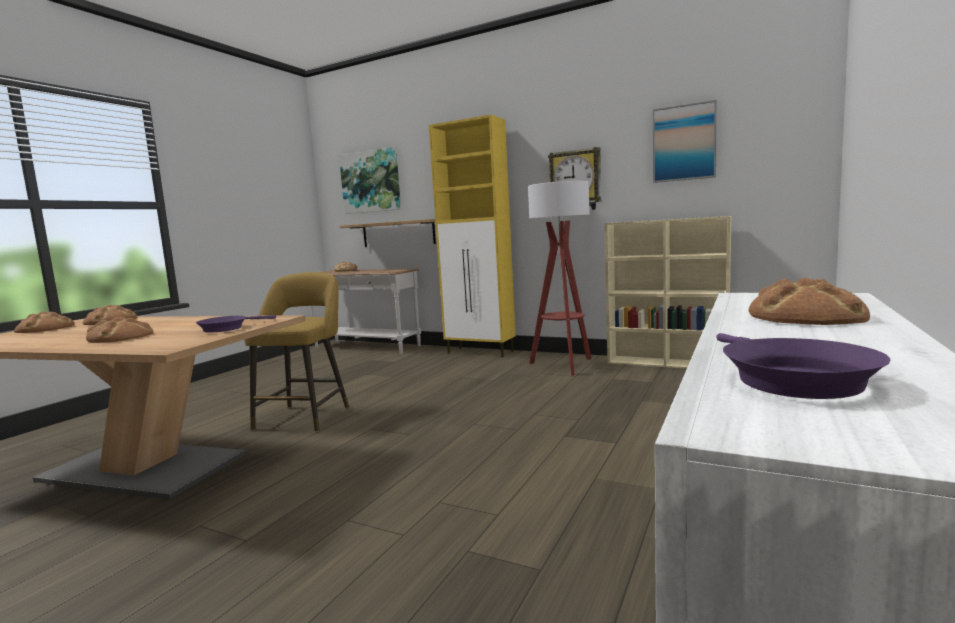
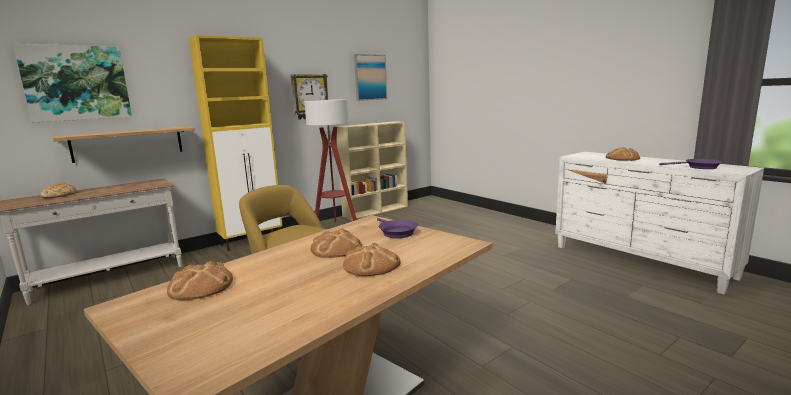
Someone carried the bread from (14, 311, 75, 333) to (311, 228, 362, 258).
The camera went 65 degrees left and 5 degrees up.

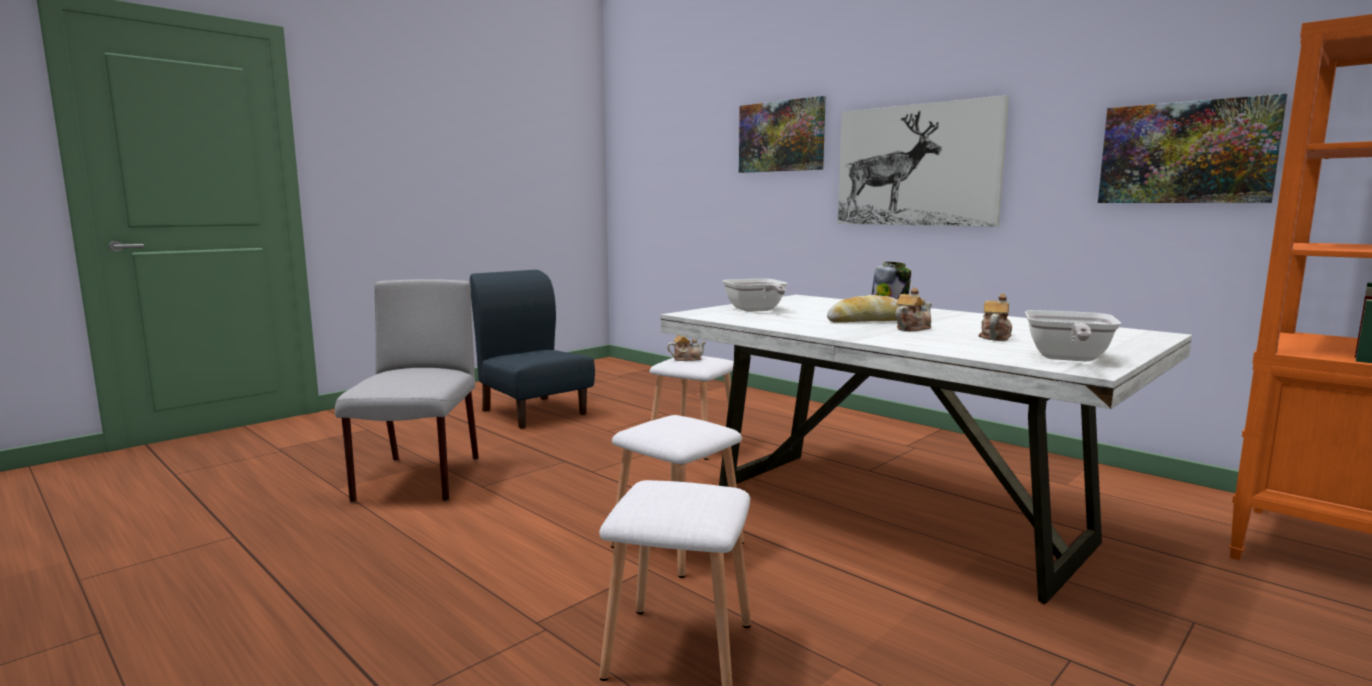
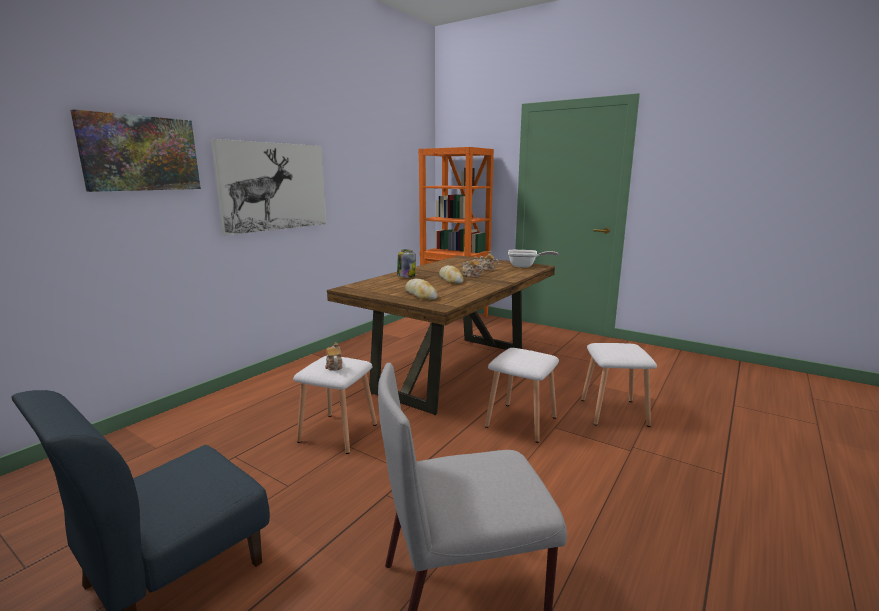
Someone repainted the white dining table at (660, 295, 1192, 604), which became the brownish dining table at (327, 255, 555, 415).
Someone swapped the pan at (722, 279, 787, 312) for the bread at (405, 278, 438, 301).
Someone took away the picture at (1098, 93, 1287, 203).
The camera went 100 degrees left and 5 degrees up.

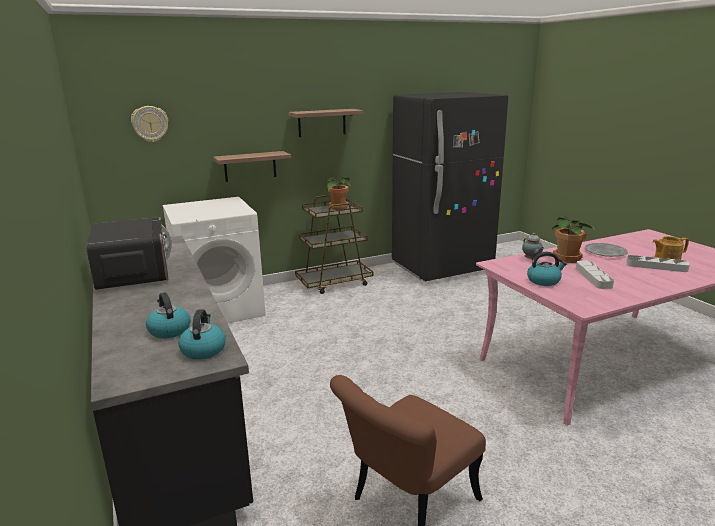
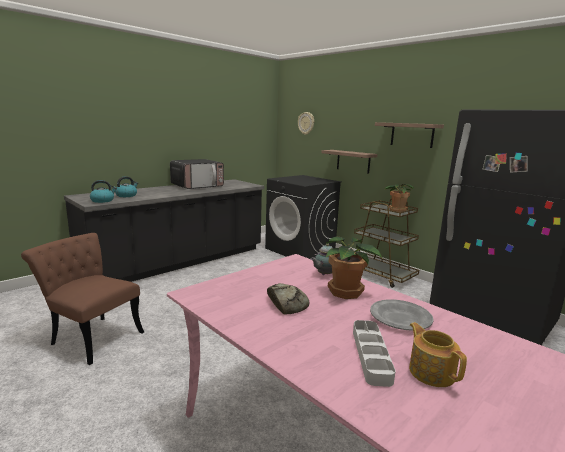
Someone repainted the white laundry machine at (163, 197, 266, 323), which became the black laundry machine at (265, 175, 342, 259).
Someone took away the kettle at (527, 252, 567, 286).
Someone swapped the gray carrying tray at (576, 261, 614, 289) for the bread at (267, 283, 310, 315).
The camera went 70 degrees right and 5 degrees down.

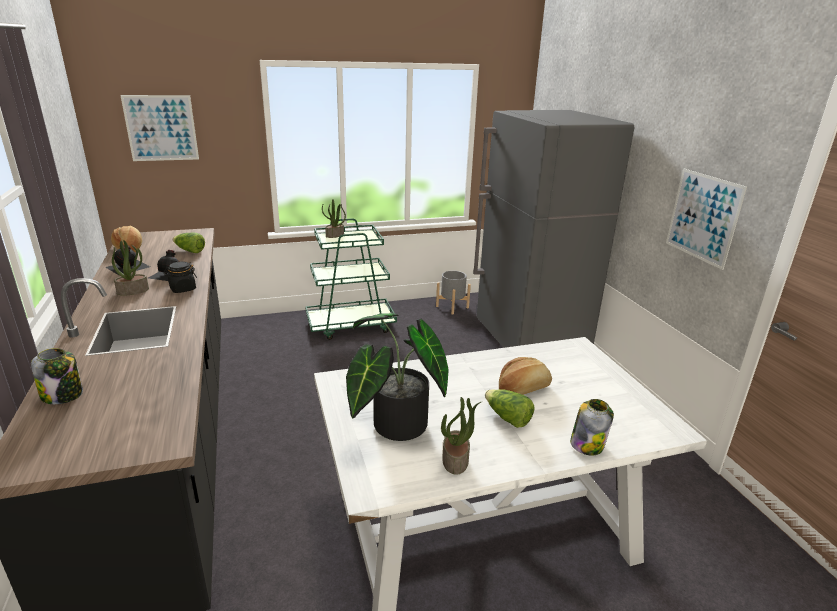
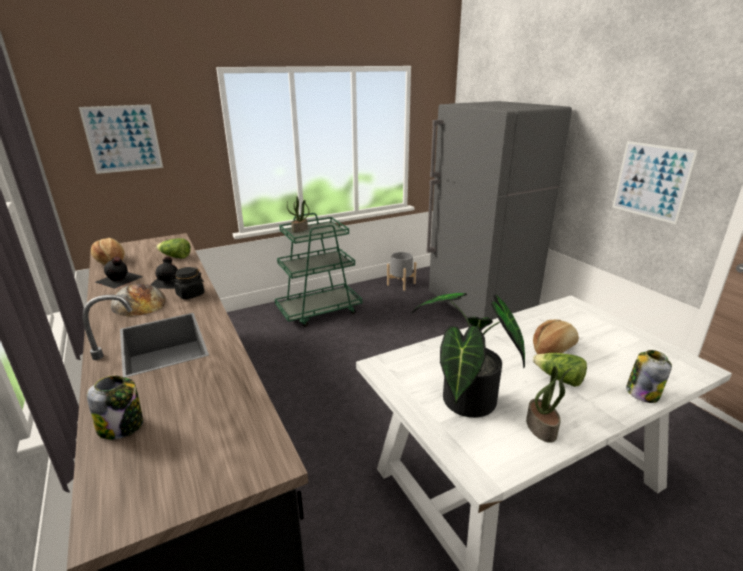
Someone swapped the plant in a pot at (112, 240, 149, 295) for the bread at (111, 283, 166, 316).
The camera went 10 degrees left and 0 degrees up.

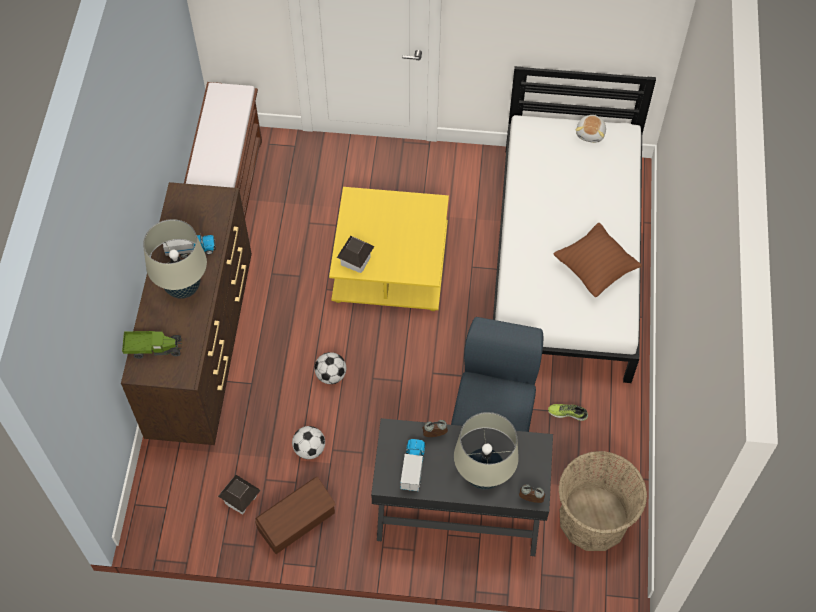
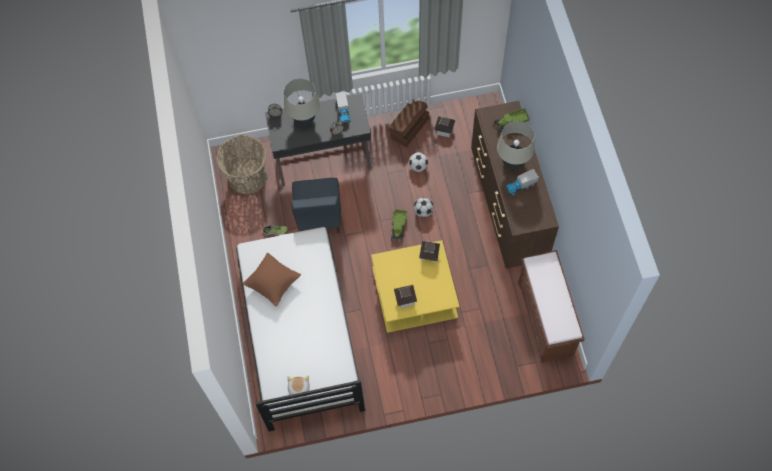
Someone put down the model truck at (391, 209, 407, 242).
Someone put down the miniature house at (394, 285, 417, 308).
The camera went 165 degrees right and 5 degrees up.

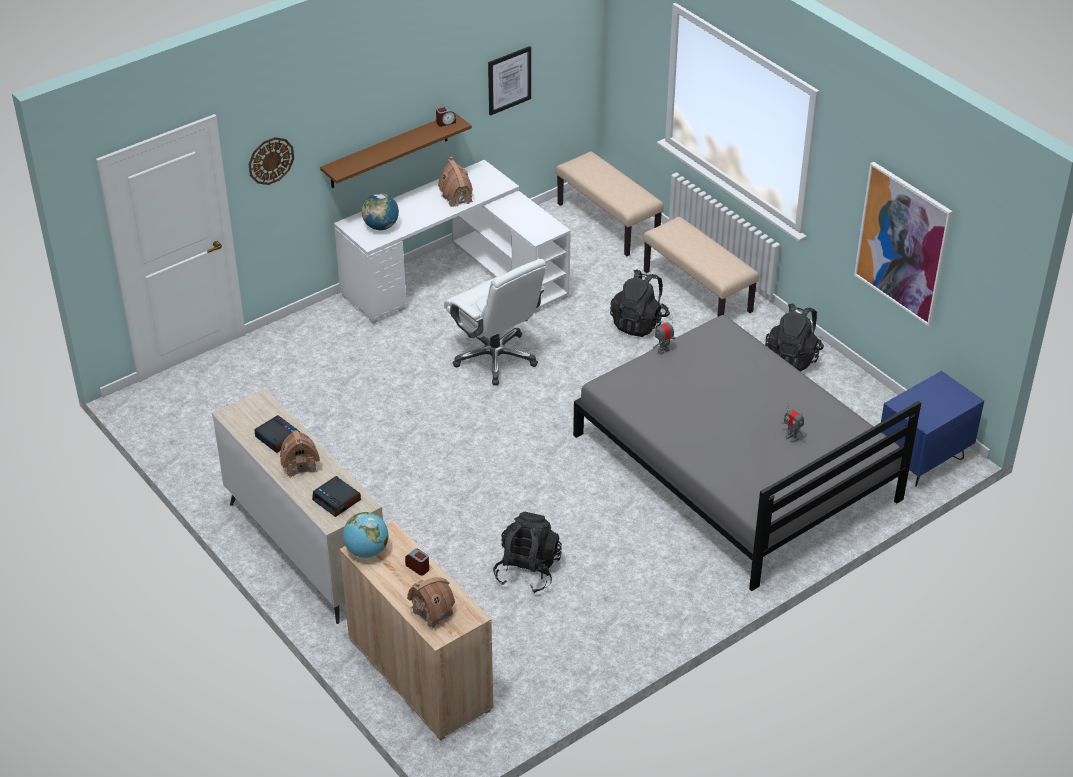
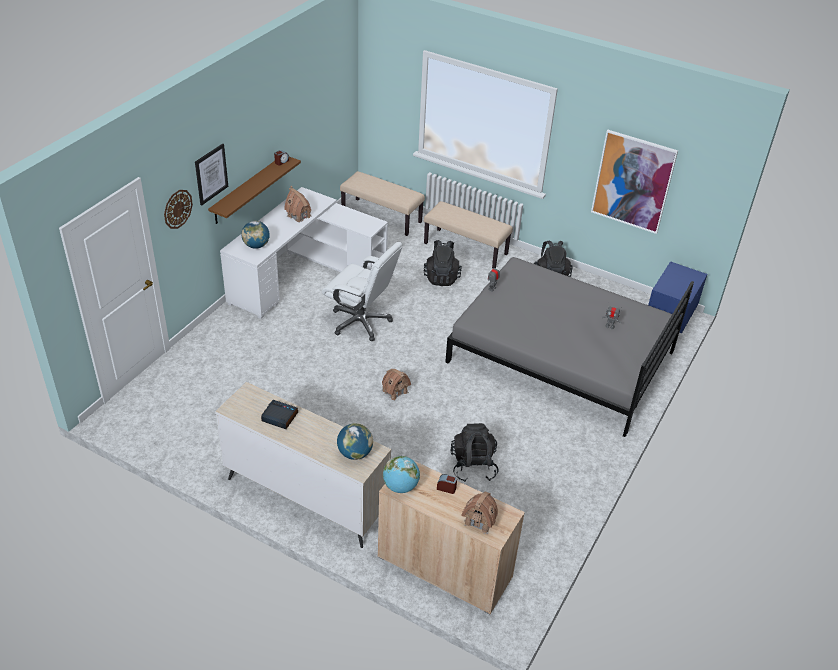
Someone carried the miniature house from (280, 430, 320, 478) to (382, 369, 411, 401).
Someone swapped the table clock at (312, 476, 361, 517) for the world globe at (337, 423, 373, 460).
Someone carried the picture from (488, 46, 531, 116) to (195, 143, 228, 205).
The camera went 25 degrees left and 0 degrees up.

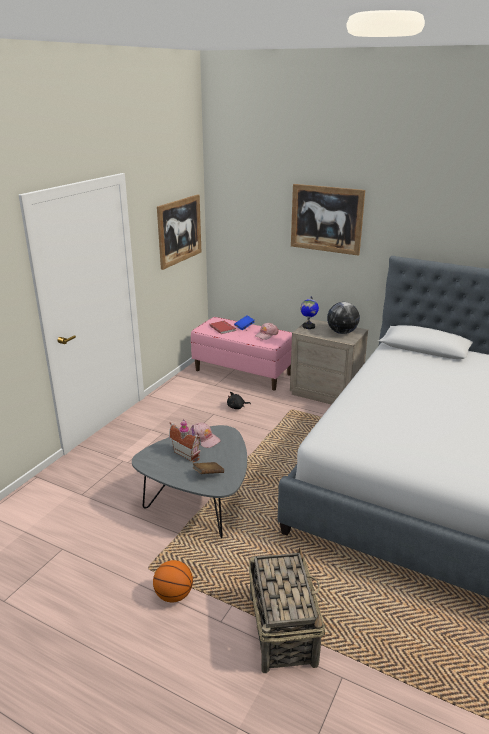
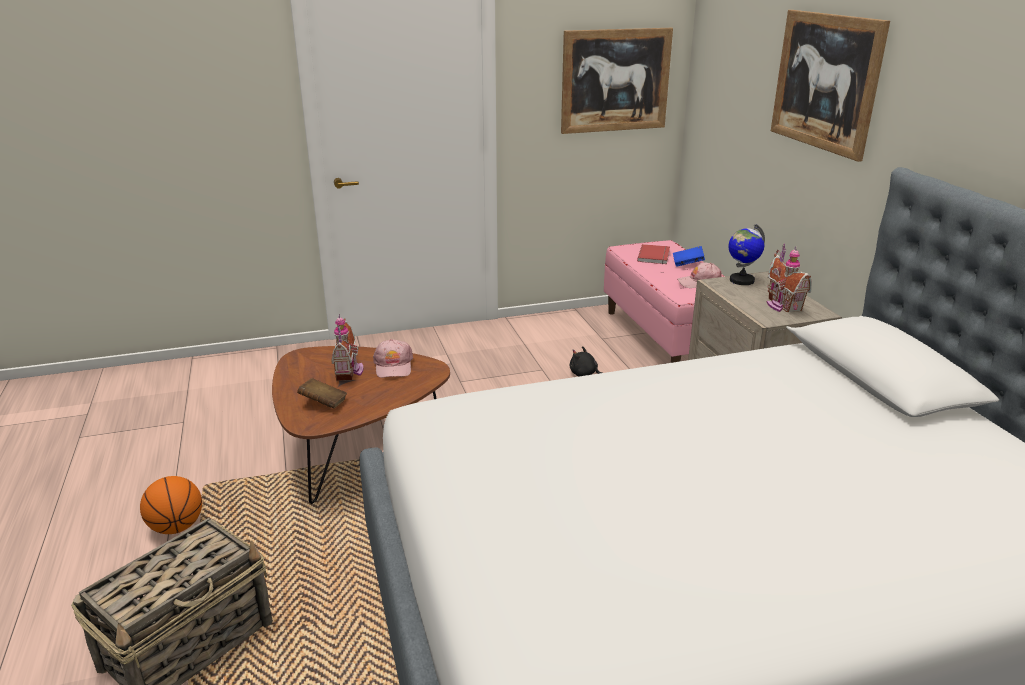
Someone repainted the gray lounge table at (132, 425, 247, 538), which became the brownish lounge table at (272, 346, 450, 504).
Someone swapped the world globe at (327, 302, 360, 334) for the miniature house at (766, 243, 812, 312).
The camera went 45 degrees right and 0 degrees up.

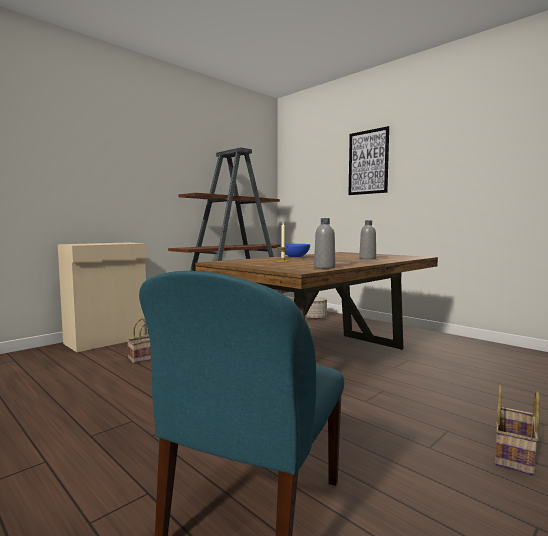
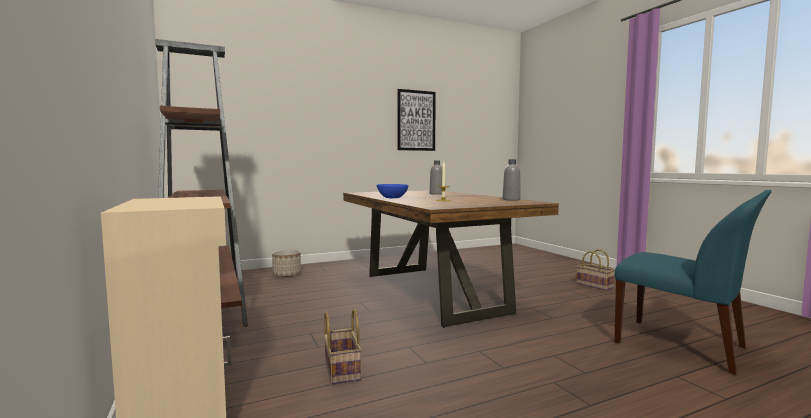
Someone carried the picture from (348, 126, 389, 195) to (397, 89, 436, 151).
The camera went 70 degrees left and 0 degrees up.

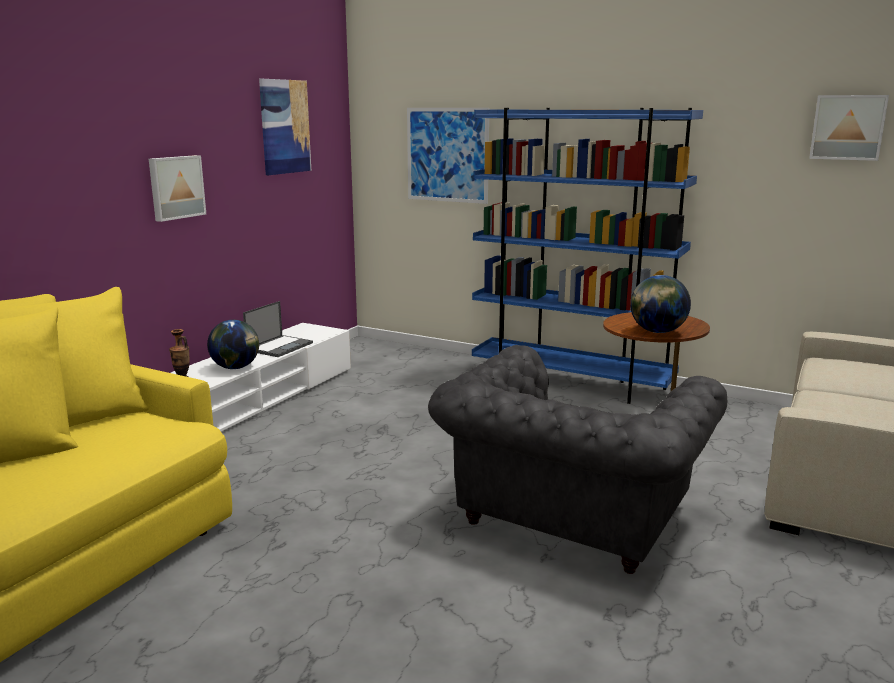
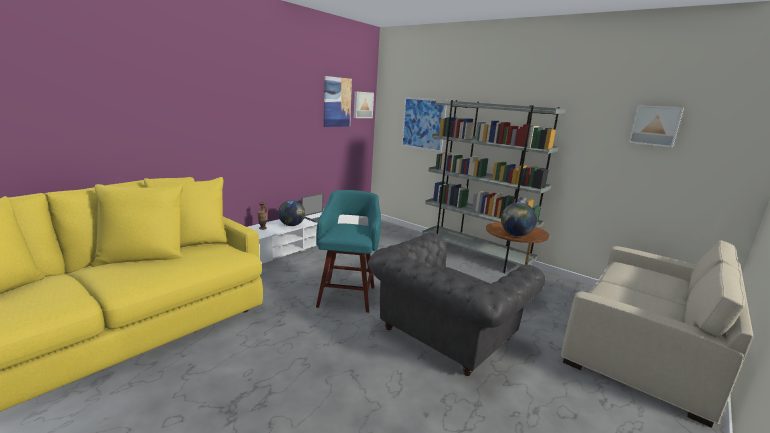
Someone carried the picture from (149, 155, 206, 222) to (354, 91, 374, 118).
Someone repainted the blue bookshelf at (472, 108, 703, 404), which became the gray bookshelf at (422, 100, 566, 273).
Someone put down the turquoise-coloured stool at (316, 190, 381, 313).
The camera went 10 degrees right and 0 degrees up.

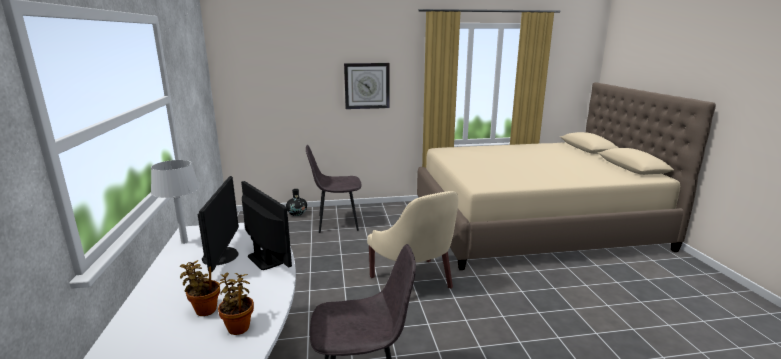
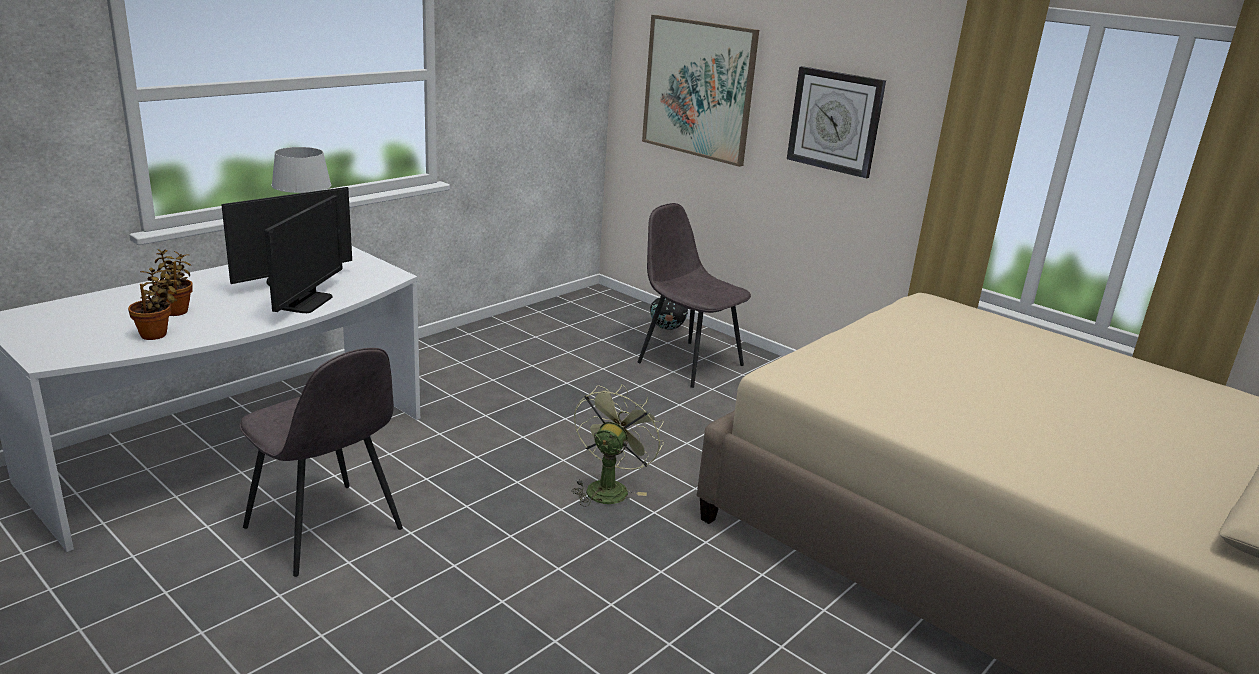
Someone swapped the sand-coloured lounge chair at (367, 191, 459, 289) for the greenish fan at (572, 384, 664, 507).
Someone put up the picture at (642, 15, 759, 167).
The camera went 50 degrees right and 5 degrees up.

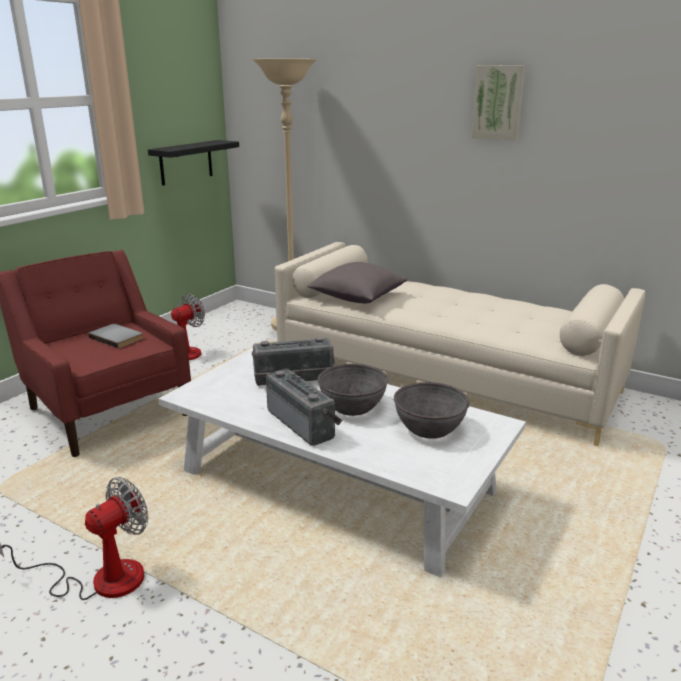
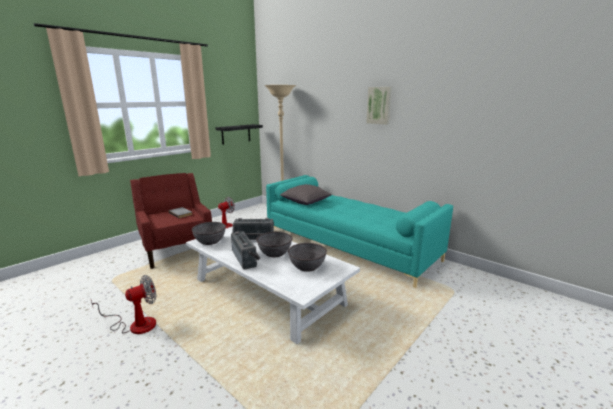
Someone repainted the sand-coloured couch at (275, 242, 645, 446), which became the turquoise-coloured couch at (266, 175, 453, 288).
Someone put down the gray bowl at (192, 222, 226, 245).
The camera went 10 degrees right and 5 degrees down.

